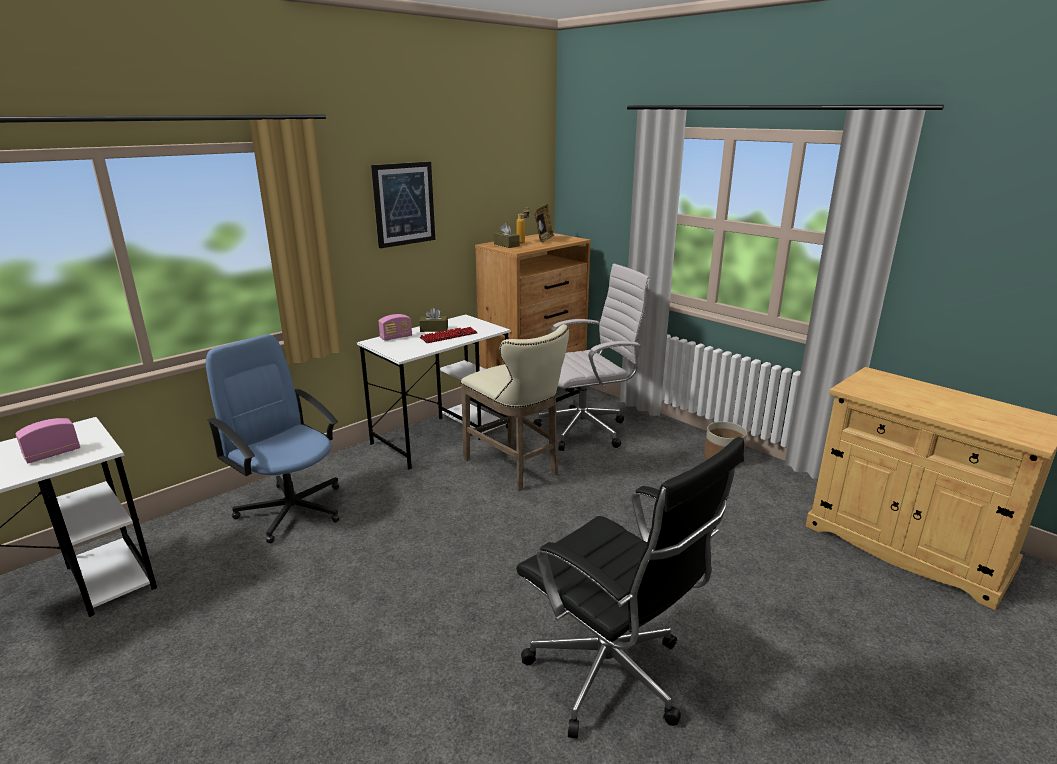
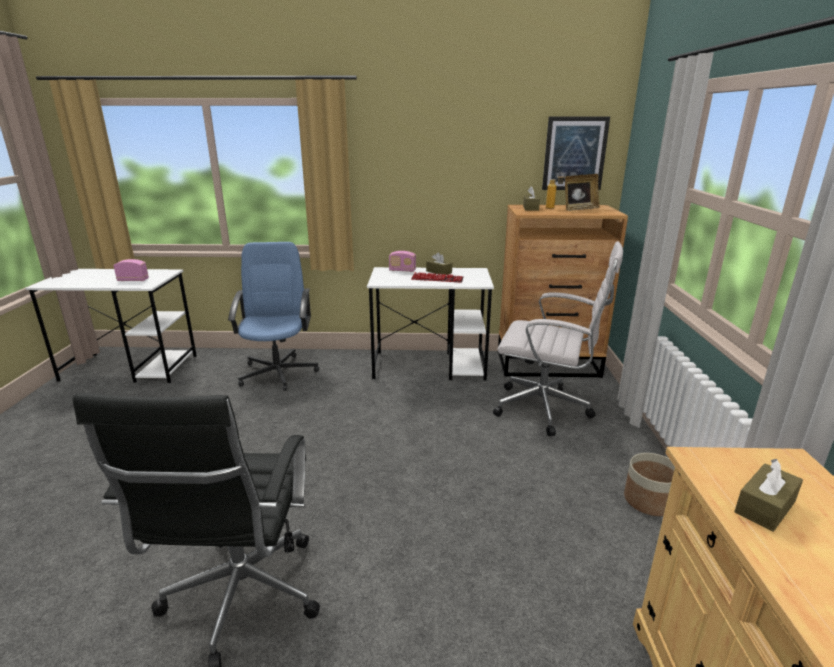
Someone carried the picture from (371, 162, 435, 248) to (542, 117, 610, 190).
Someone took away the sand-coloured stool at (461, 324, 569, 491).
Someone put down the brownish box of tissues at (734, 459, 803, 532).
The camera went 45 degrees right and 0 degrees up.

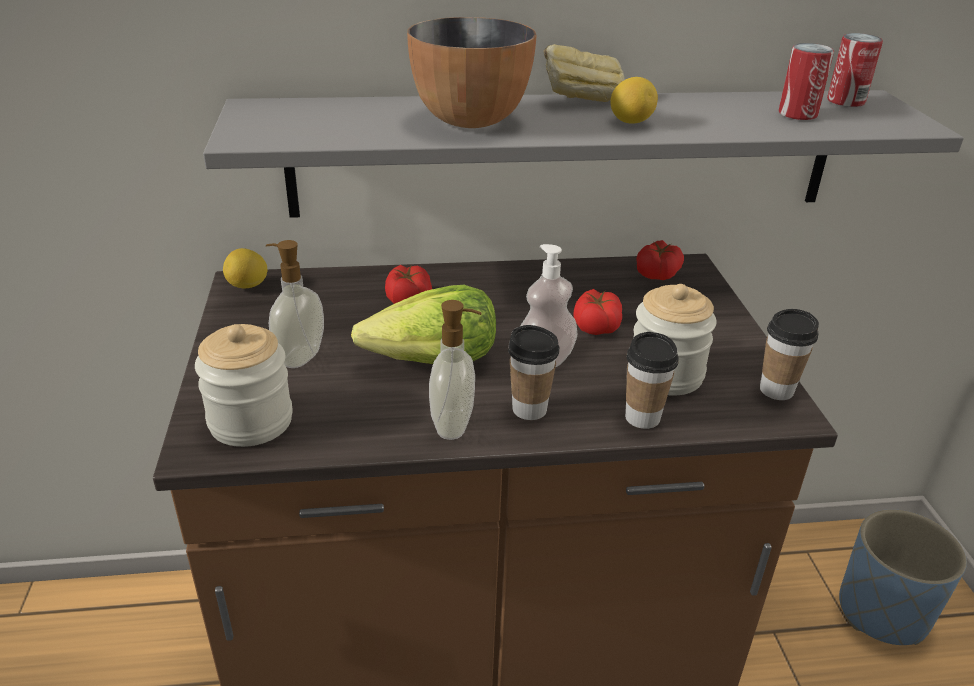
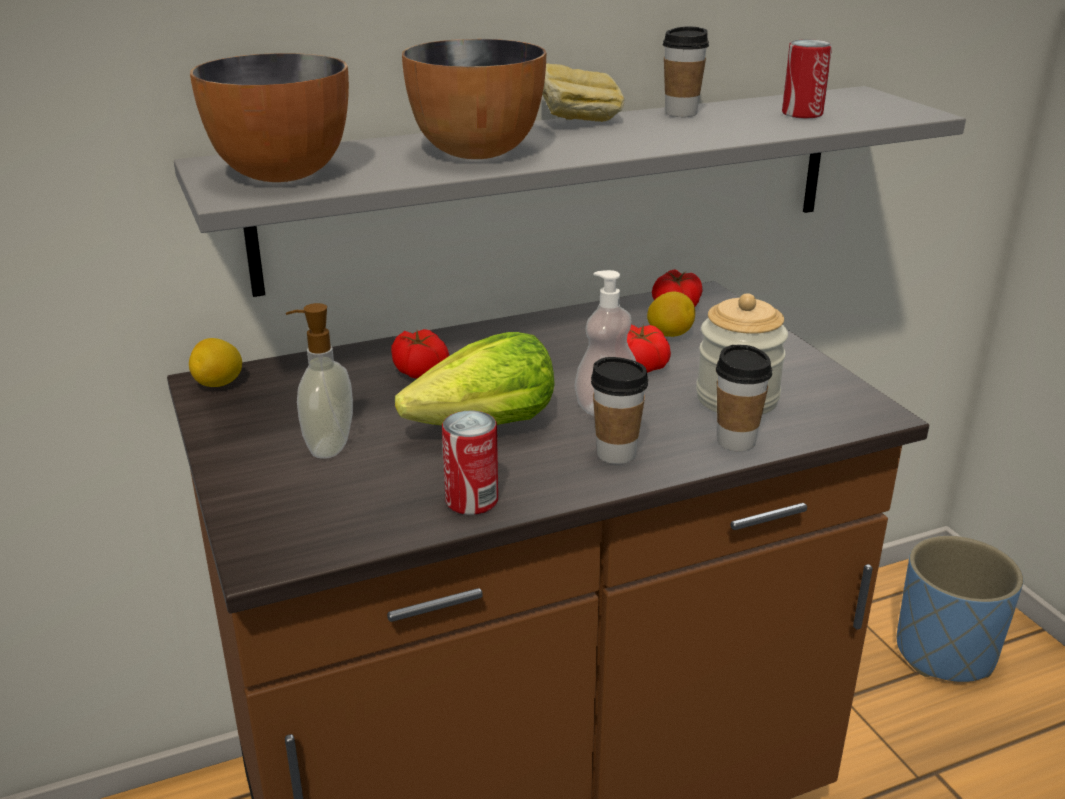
Someone took away the storage jar at (195, 324, 293, 447).
Someone took away the soap bottle at (429, 300, 482, 440).
Someone carried the lemon from (610, 77, 658, 124) to (647, 292, 695, 337).
Someone carried the small cup from (760, 309, 819, 400) to (663, 26, 709, 117).
Someone carried the metal can from (827, 33, 883, 107) to (442, 410, 498, 515).
Someone put down the bowl at (190, 53, 349, 182).
The camera went 15 degrees left and 5 degrees down.

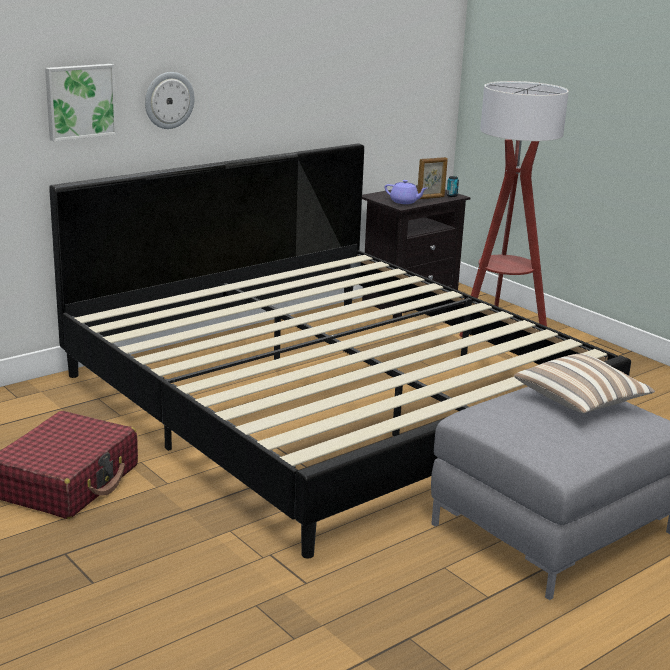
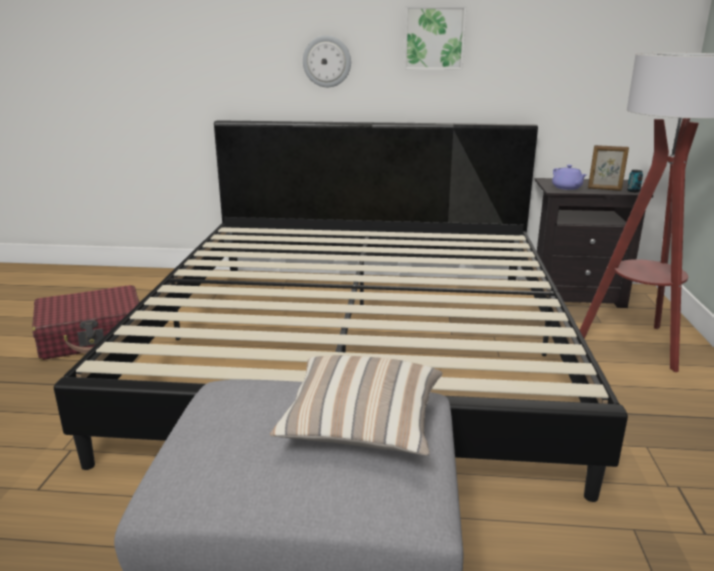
Someone carried the picture from (45, 64, 117, 141) to (404, 6, 466, 70).
The camera went 45 degrees right and 0 degrees up.

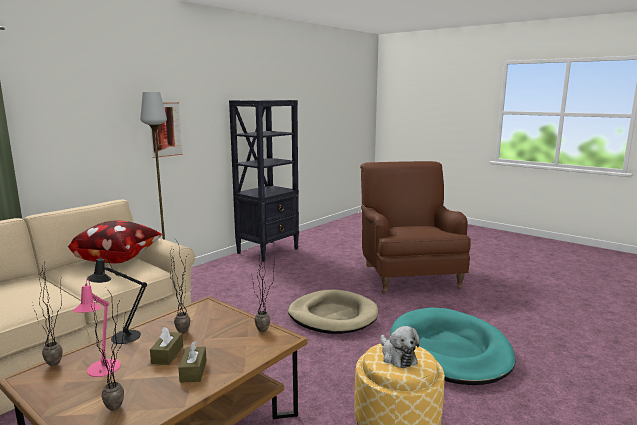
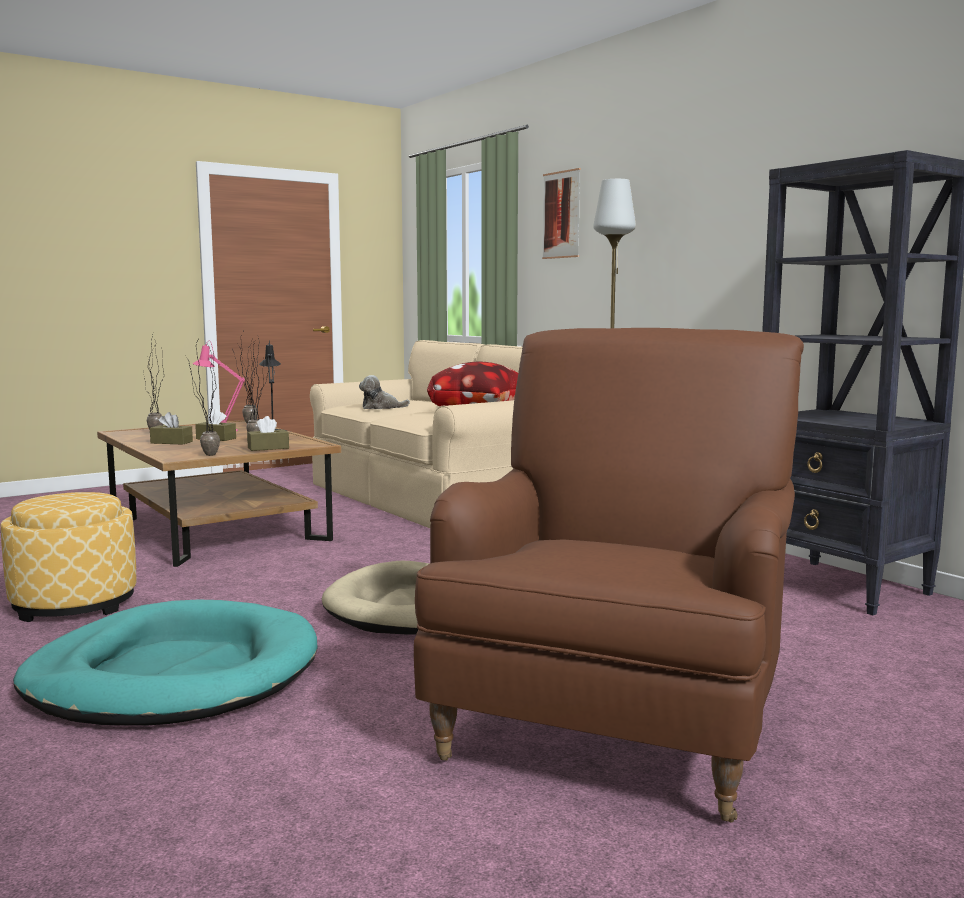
Someone carried the picture from (150, 102, 183, 158) to (542, 168, 581, 259).
Someone rotated the brownish lounge chair at (360, 161, 471, 294) by 75 degrees counterclockwise.
Someone carried the plush toy from (380, 326, 420, 368) to (359, 375, 410, 409).
Someone put down the brownish box of tissues at (247, 416, 289, 451).
The camera went 105 degrees right and 5 degrees down.

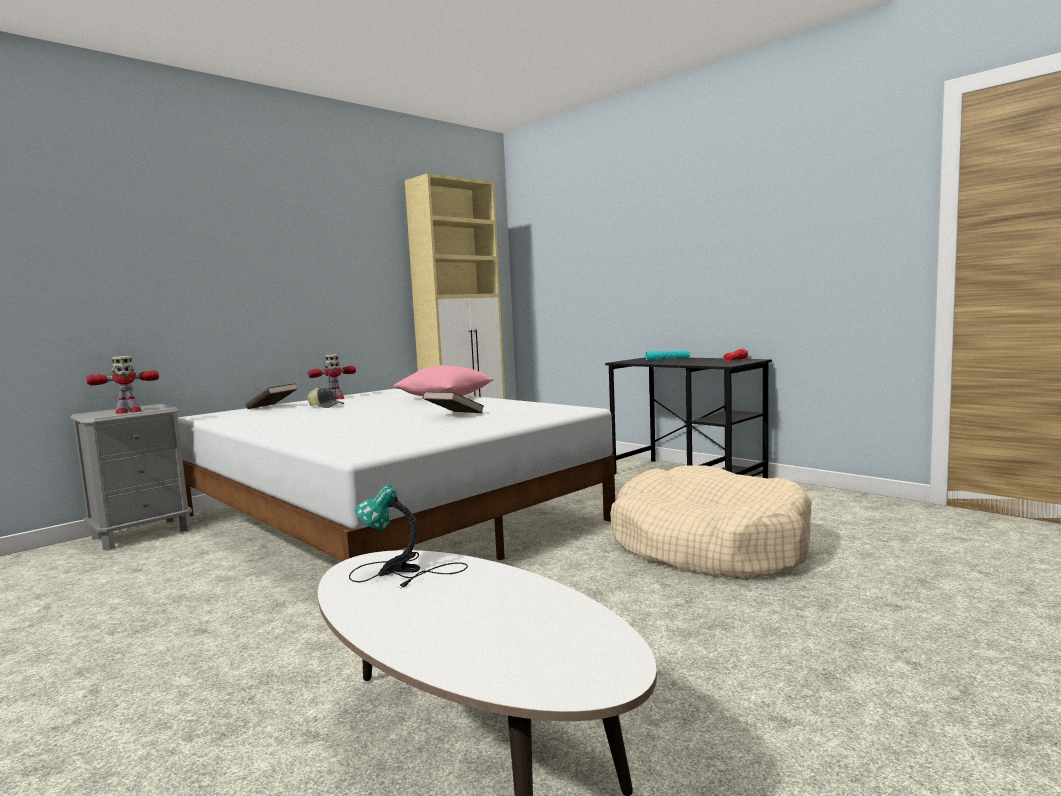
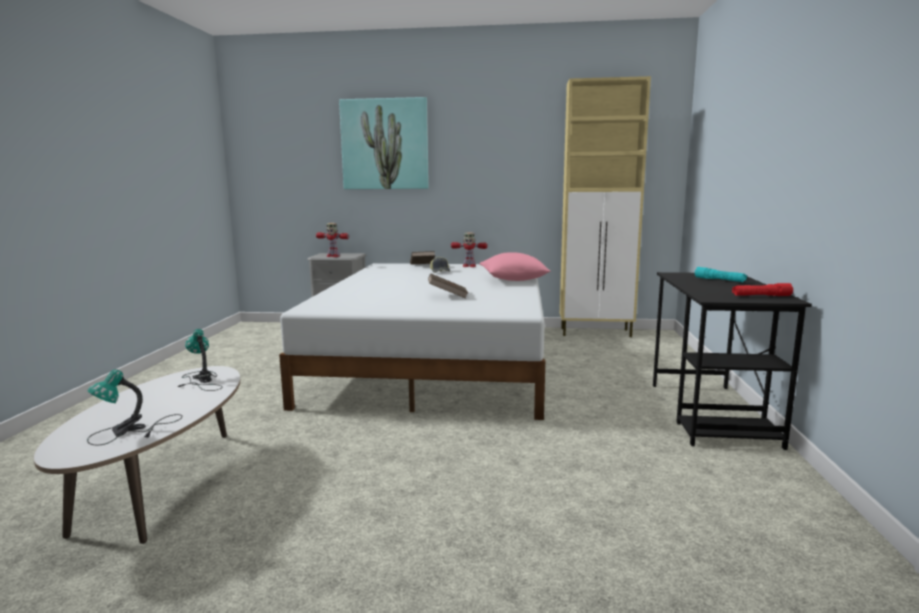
Someone took away the sand-coloured pet bed at (610, 465, 812, 580).
Someone put down the tabletop lamp at (87, 369, 182, 446).
Someone put up the picture at (339, 97, 429, 189).
The camera went 50 degrees right and 5 degrees up.

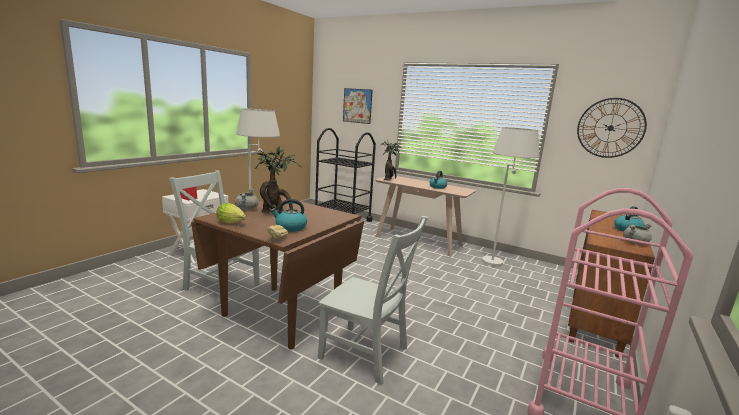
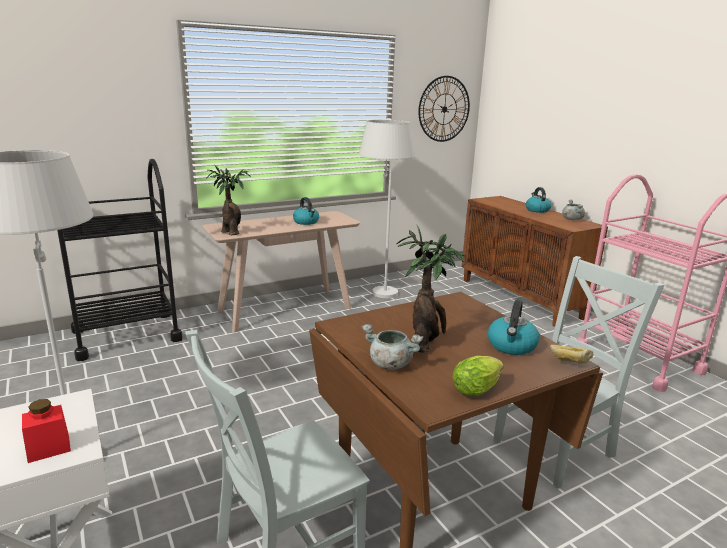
Someone took away the picture at (343, 88, 373, 124).
The camera went 60 degrees left and 5 degrees up.

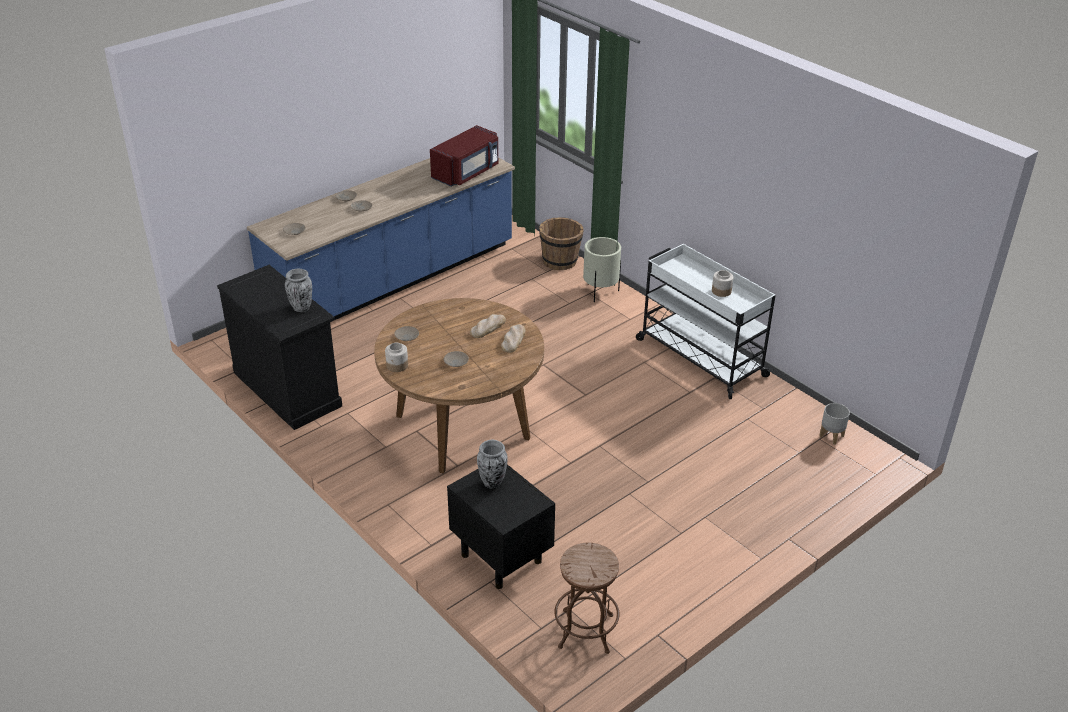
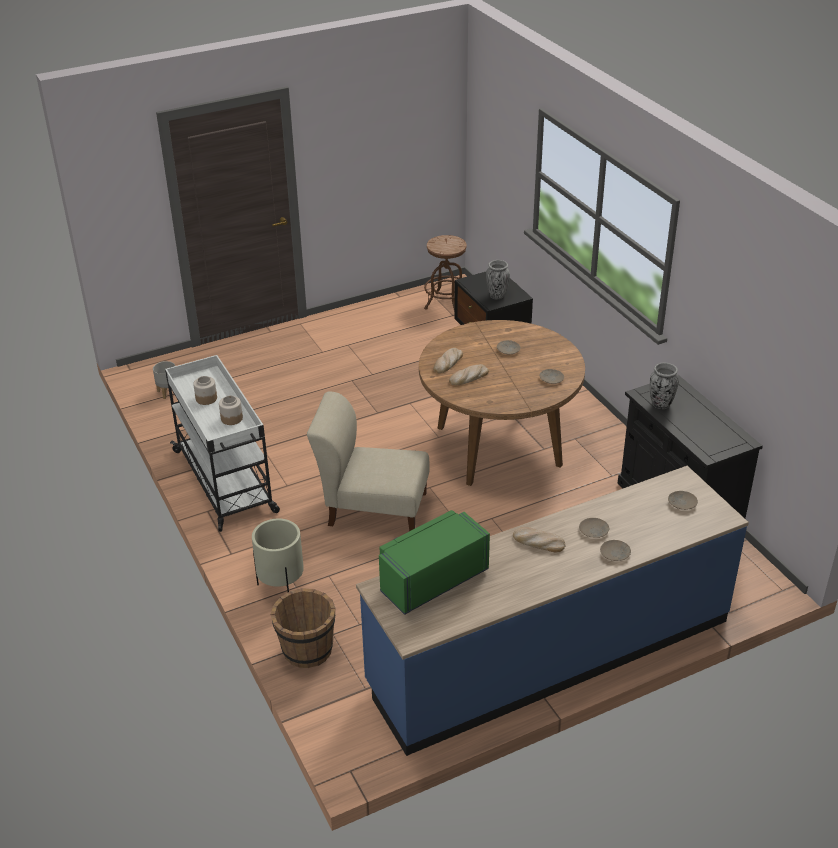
Someone carried the storage jar from (385, 343, 408, 372) to (219, 396, 243, 425).
Someone repainted the reddish kitchen microwave at (430, 125, 498, 187), which became the greenish kitchen microwave at (379, 510, 490, 615).
Someone put down the sand-coloured upright chair at (307, 391, 430, 531).
Someone put down the bread at (513, 527, 565, 552).
The camera went 165 degrees left and 0 degrees up.

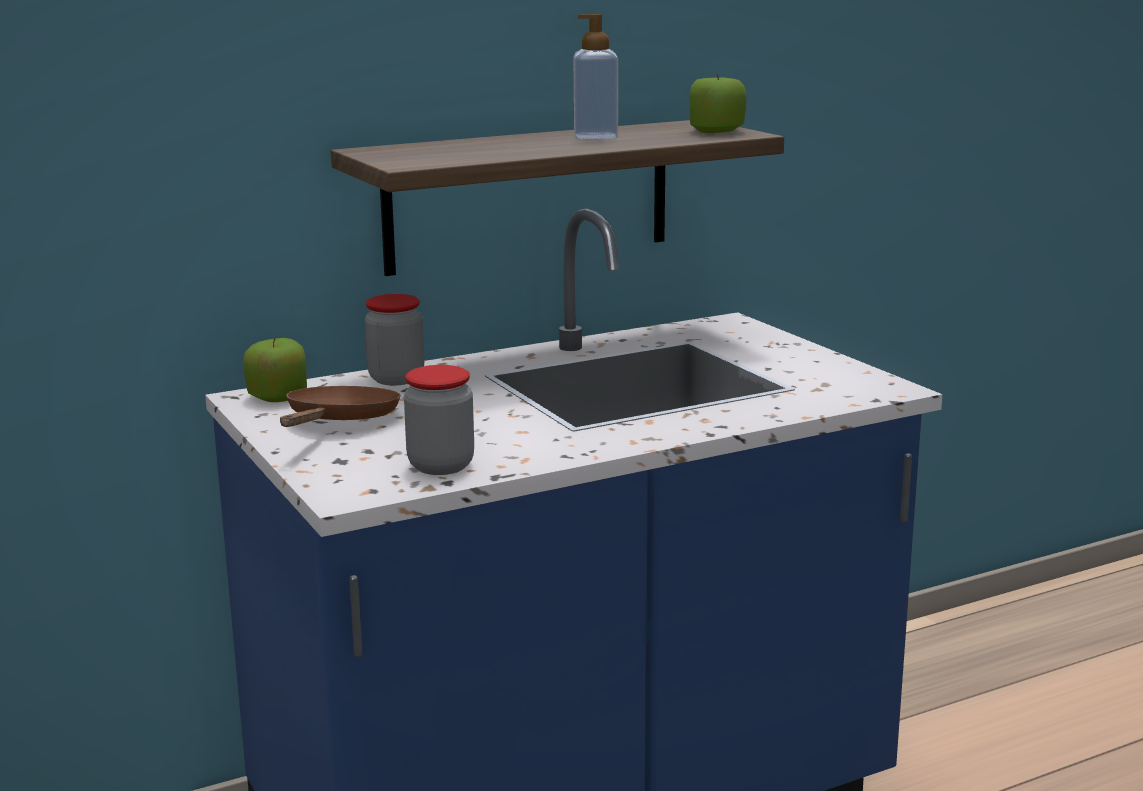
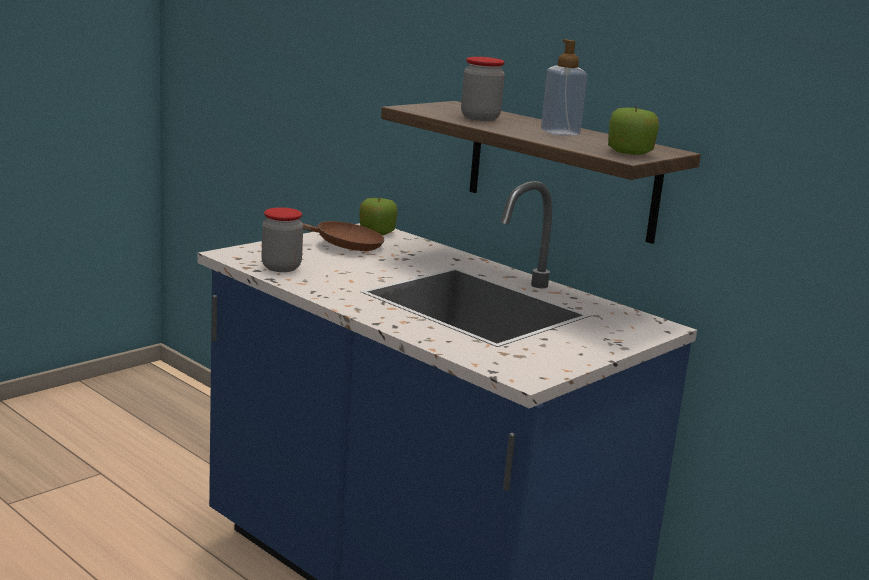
Someone carried the storage jar from (365, 294, 424, 385) to (461, 57, 505, 121).
The camera went 70 degrees right and 0 degrees up.

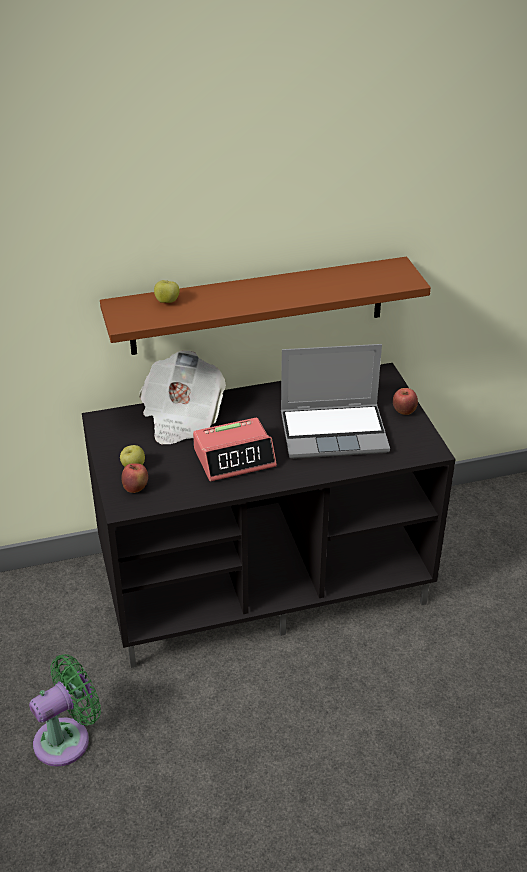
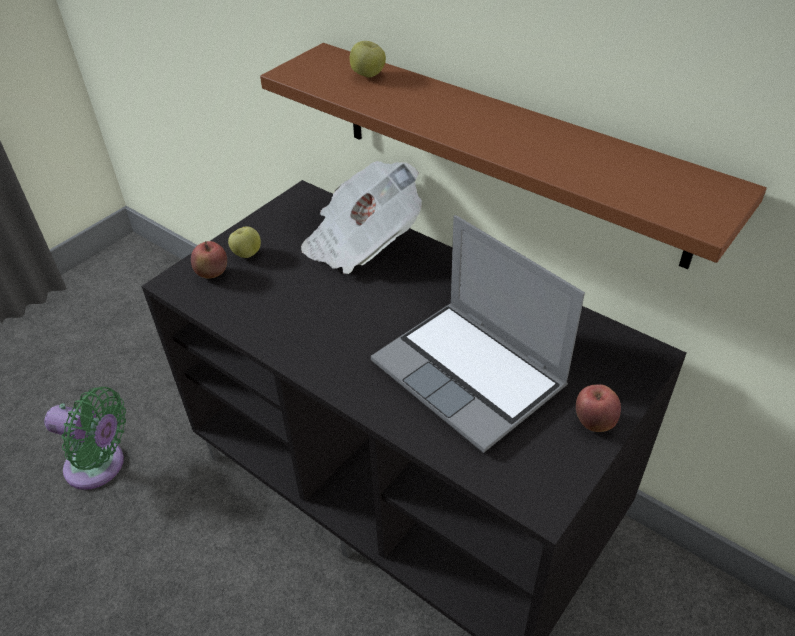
Someone took away the table clock at (193, 418, 277, 482).
The camera went 55 degrees right and 5 degrees up.

